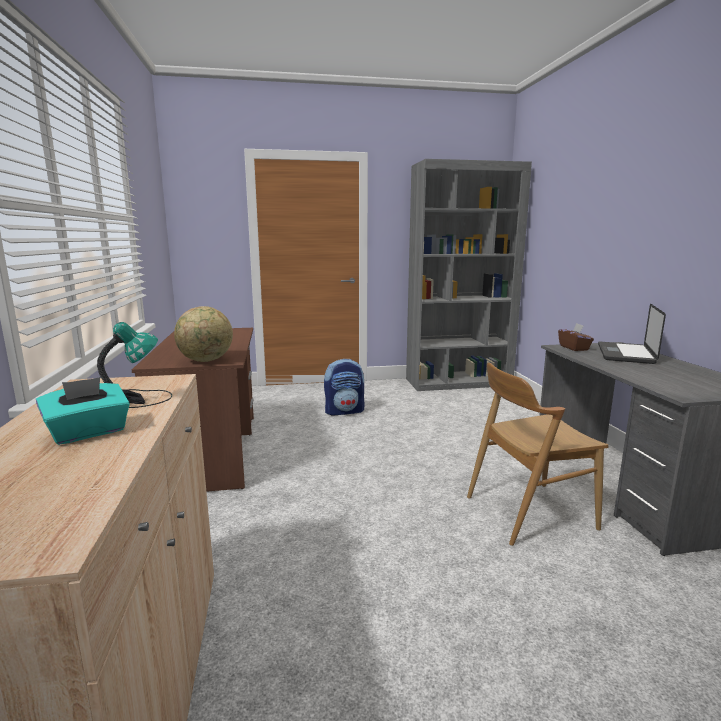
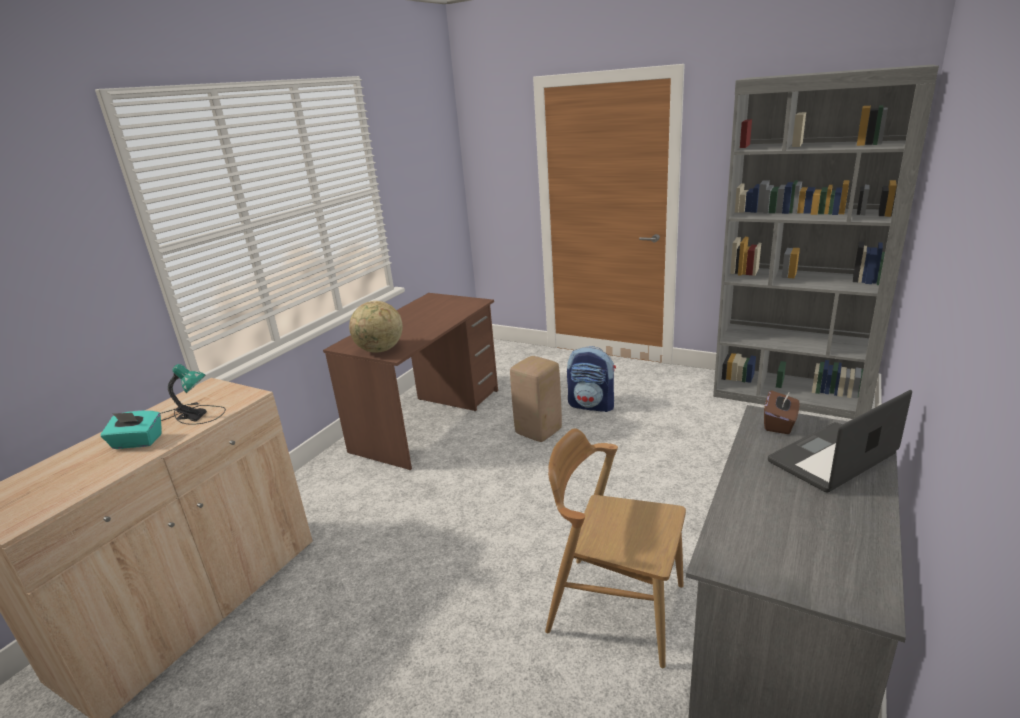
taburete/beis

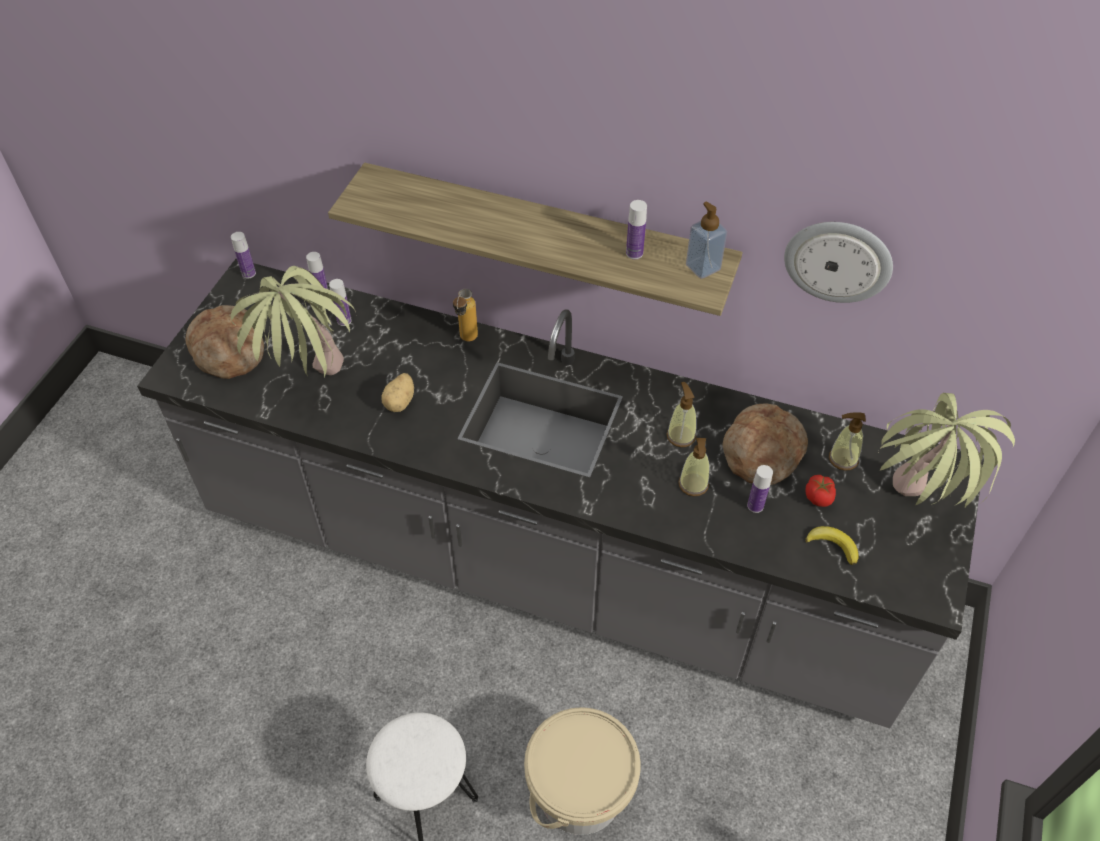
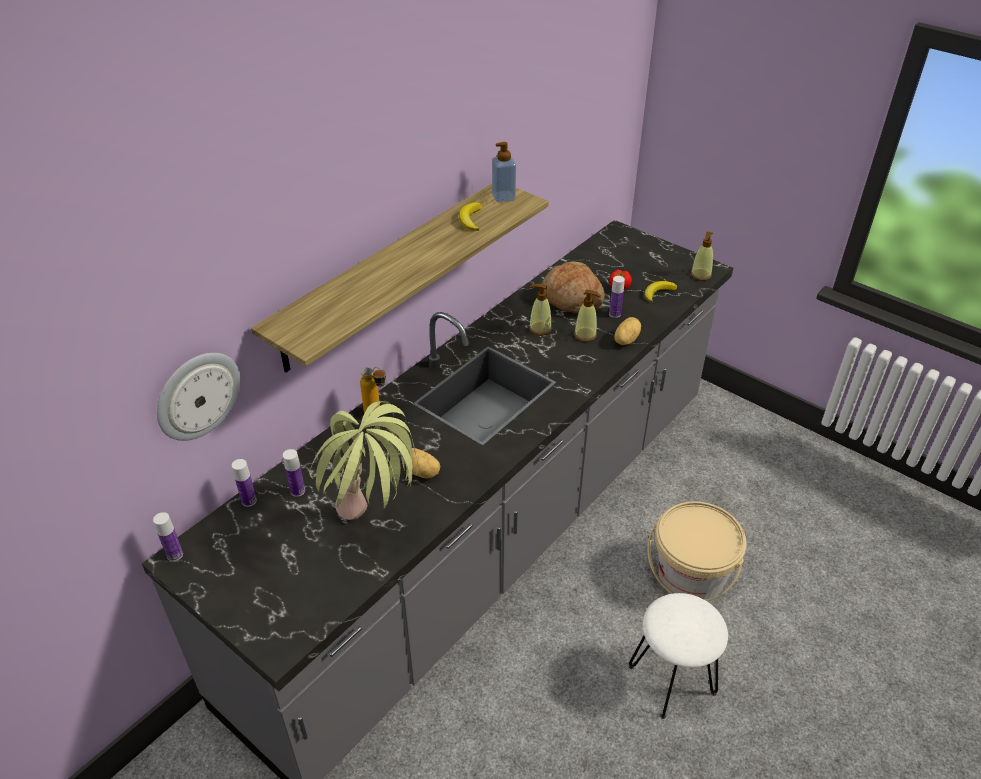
plátano (no. 1 from left); reloj de pared; pan (no. 1 from left in the first image); planta en maceta (no. 2 from left in the first image); dispensador de jabón (no. 4 from left); patata (no. 2 from left)

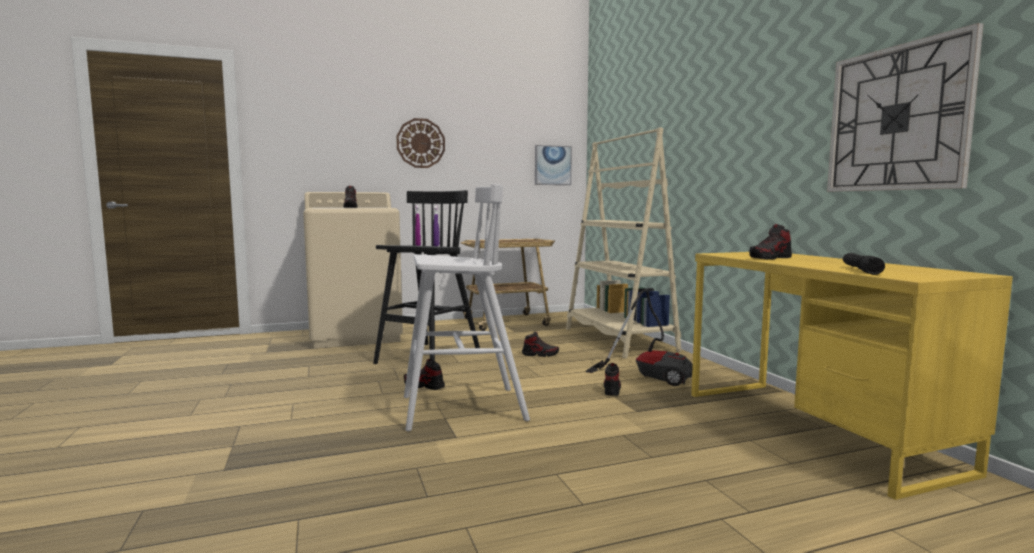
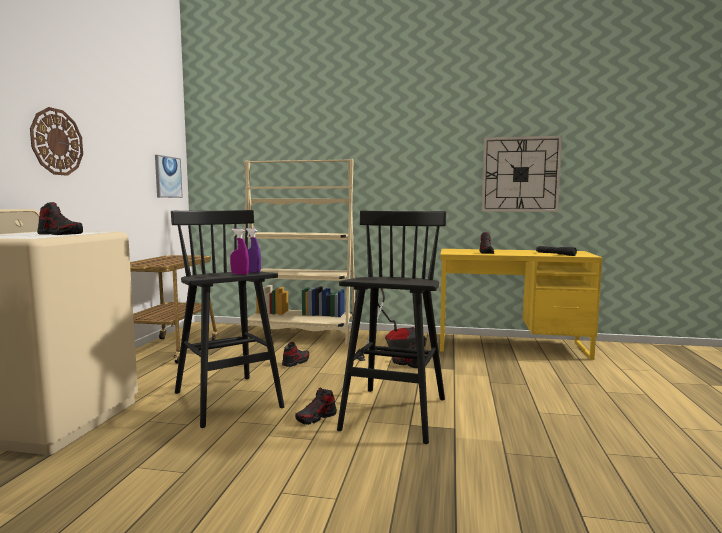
taburete/negro (no. 2 from left)

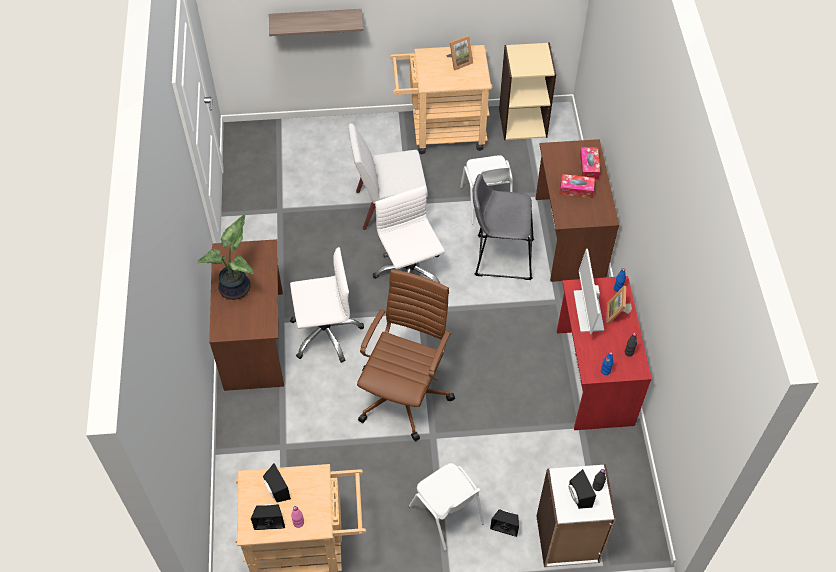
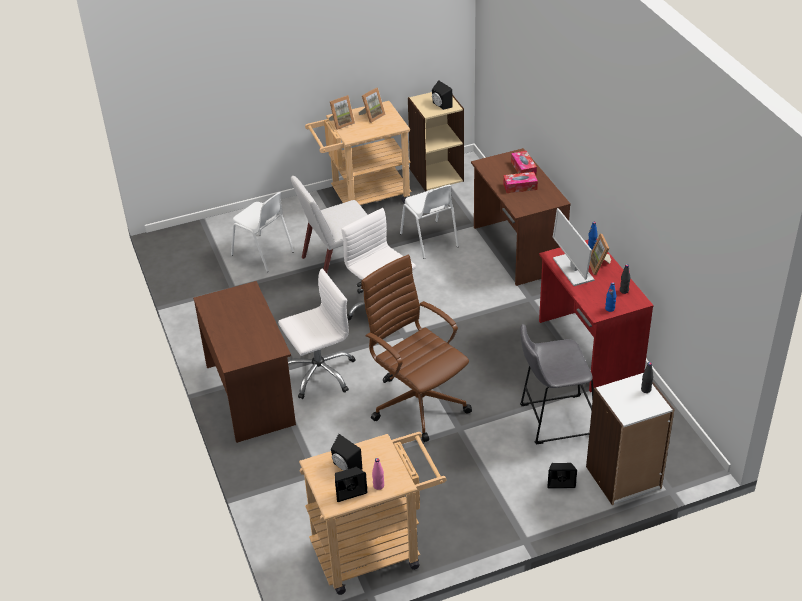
estante; taburete/gris; planta en maceta; silla de oficina/marrón; silla/blanco (no. 1 from left); altavoz/negro (no. 3 from left); portarretratos (no. 1 from left)

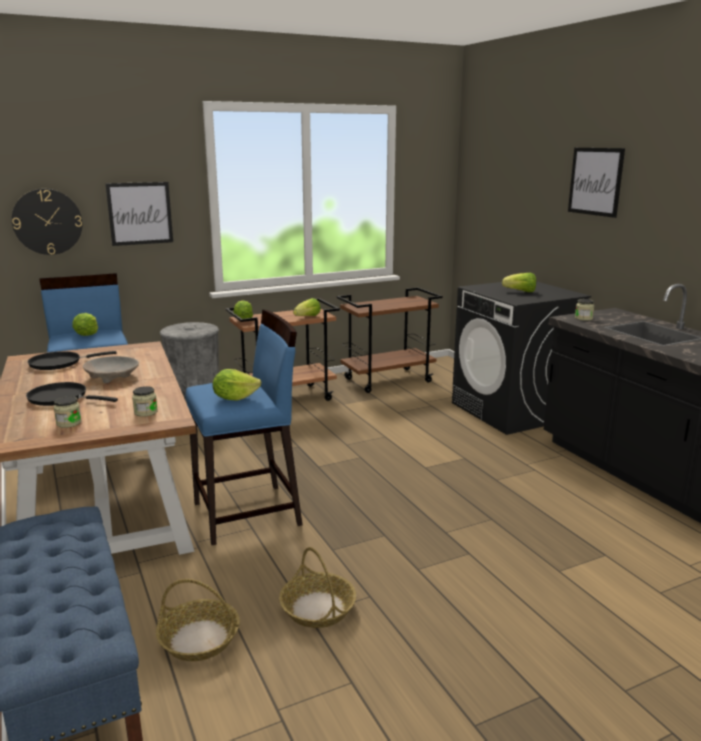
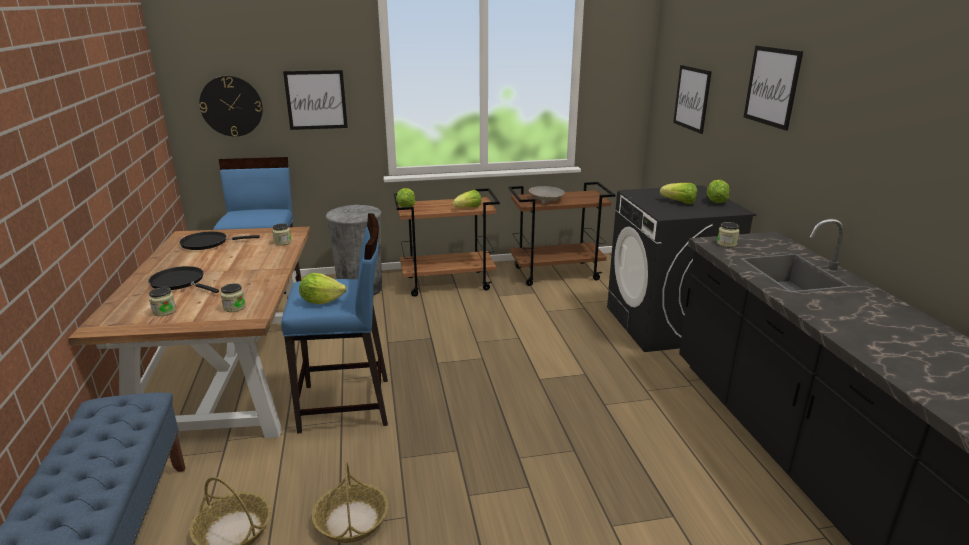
lechuga (no. 5 from left); cuenco/beis; cuadro (no. 2 from left); tarro (no. 3 from left)

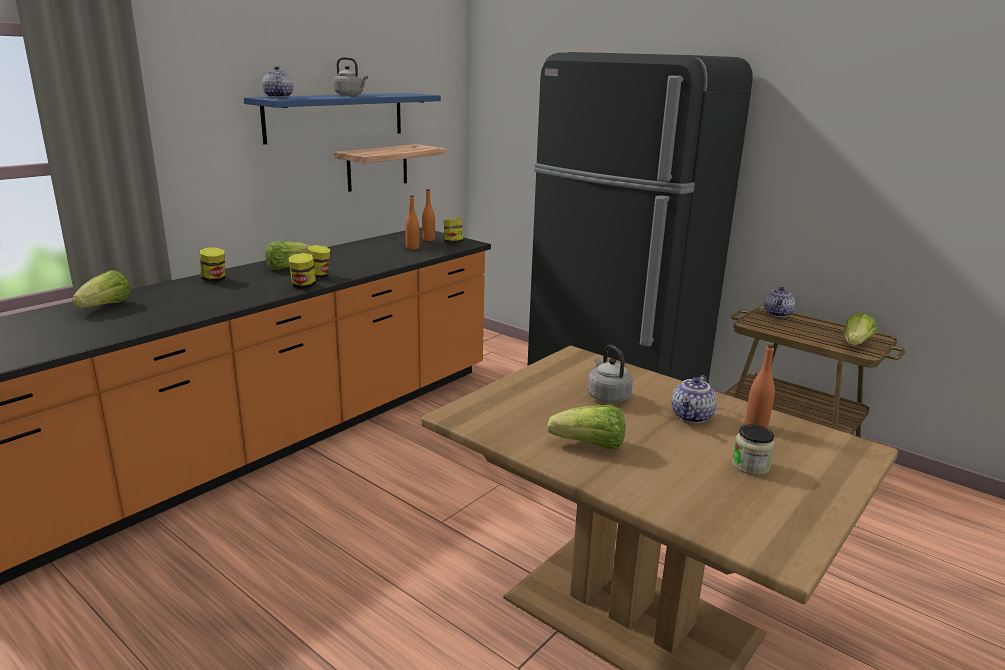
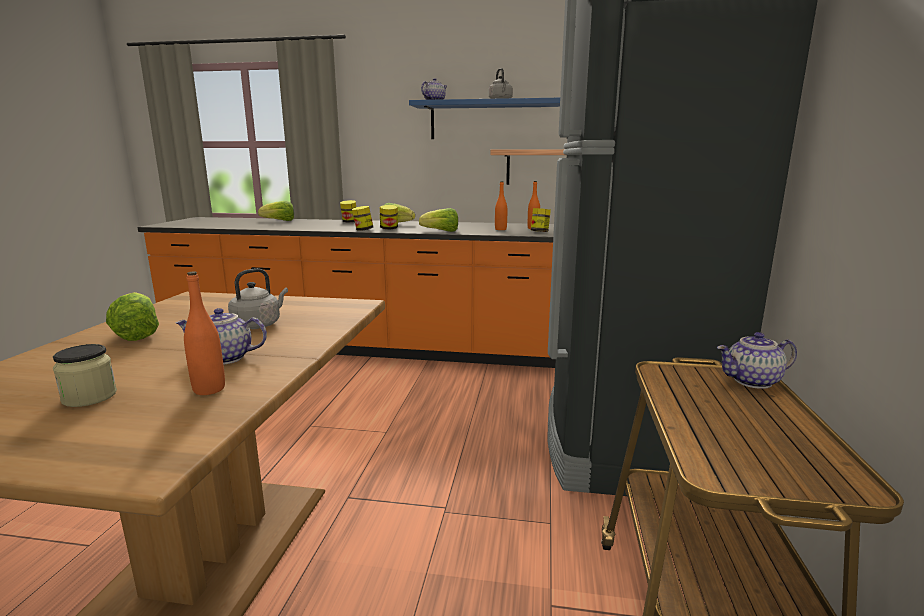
lechuga (no. 4 from left)

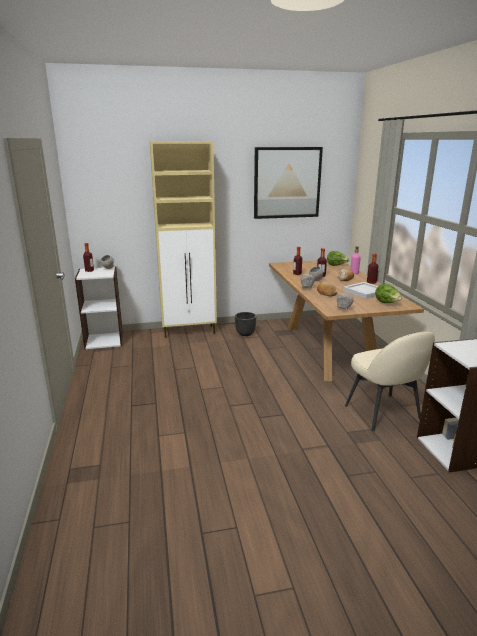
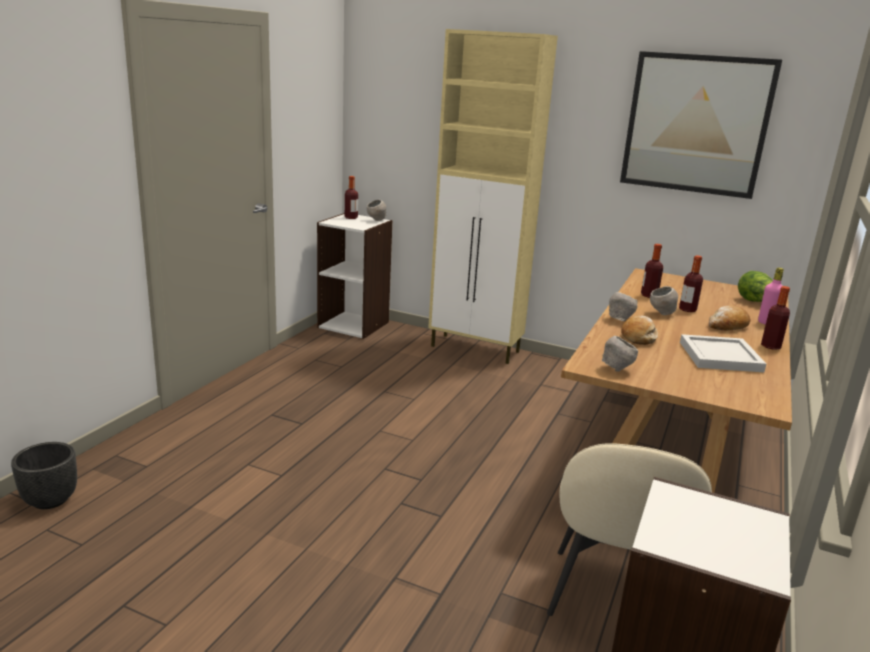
lechuga (no. 2 from left in the first image); maceta/negro

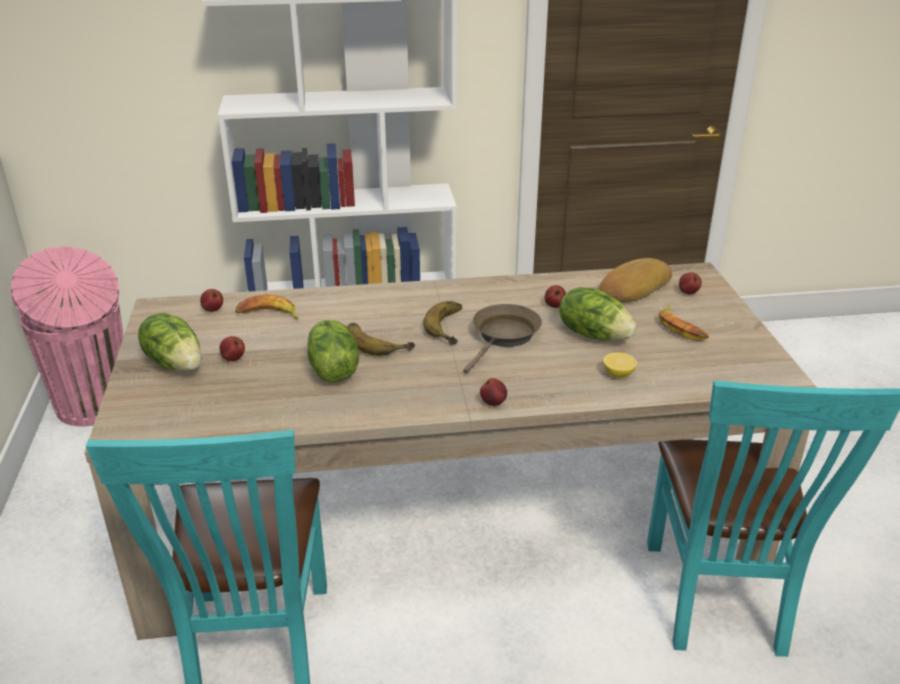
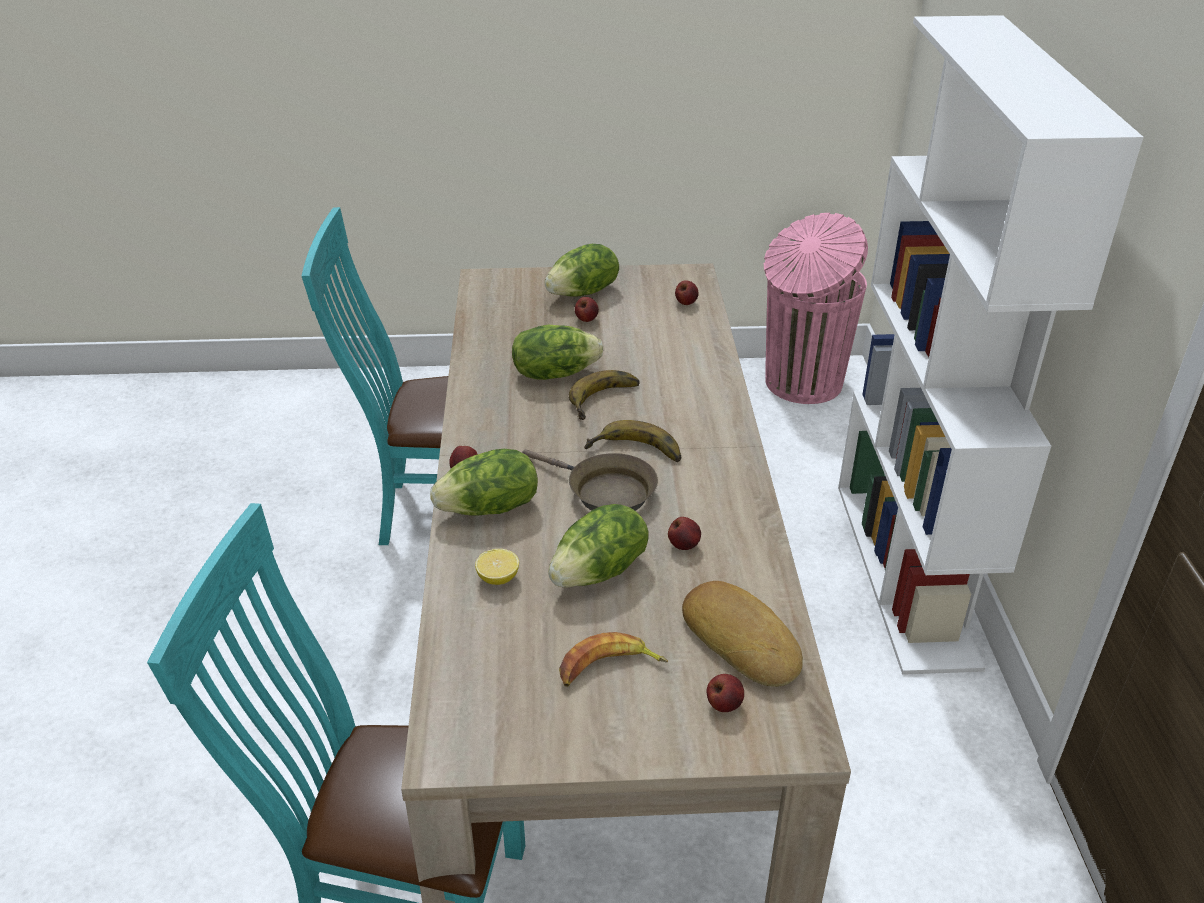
plátano (no. 1 from left in the first image); lechuga (no. 1 from left)

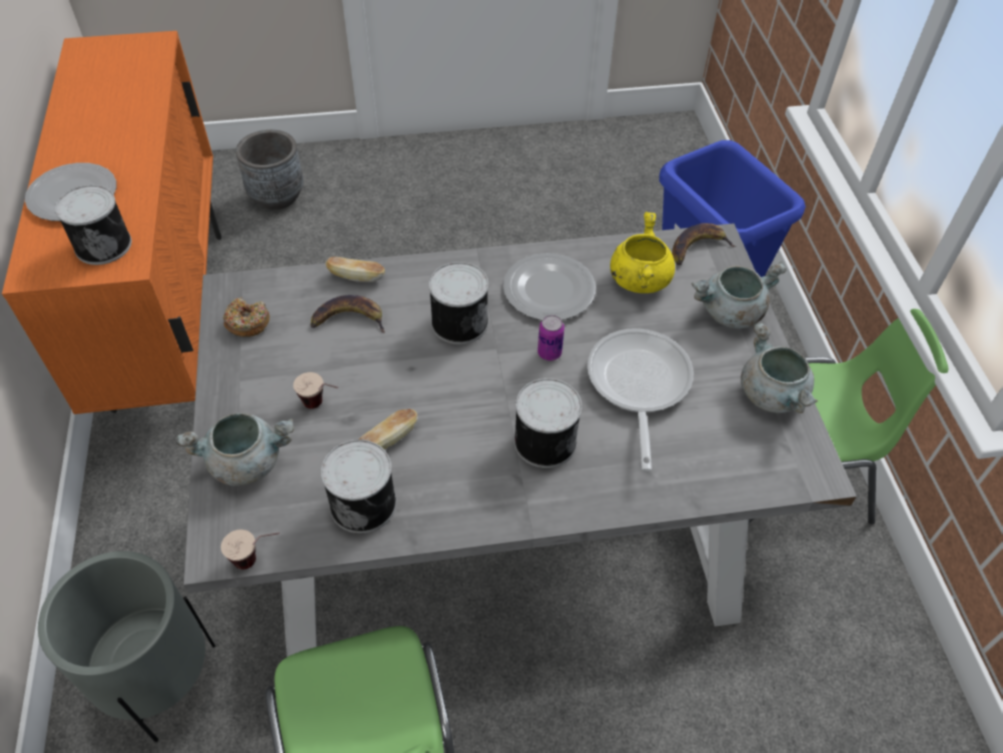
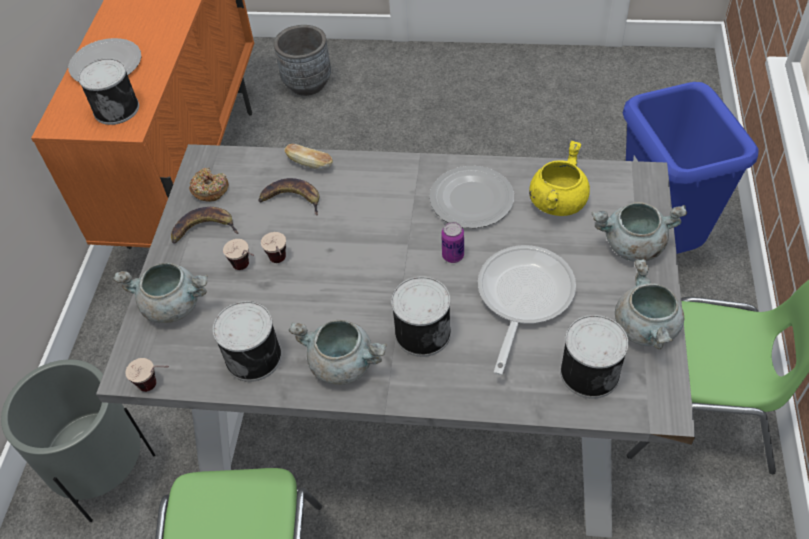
plátano (no. 1 from left); lata (no. 5 from left); pan (no. 2 from left in the first image); taza (no. 3 from left); olla/gris (no. 2 from left)

